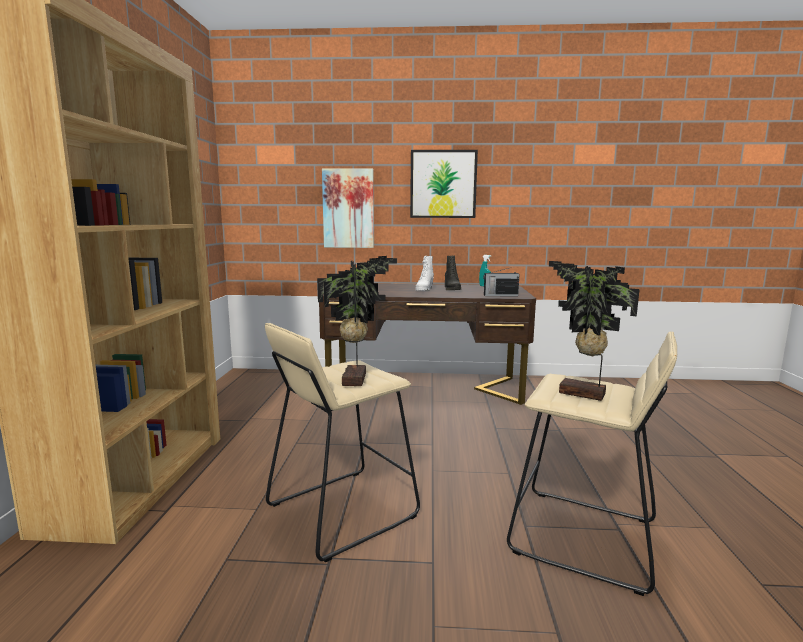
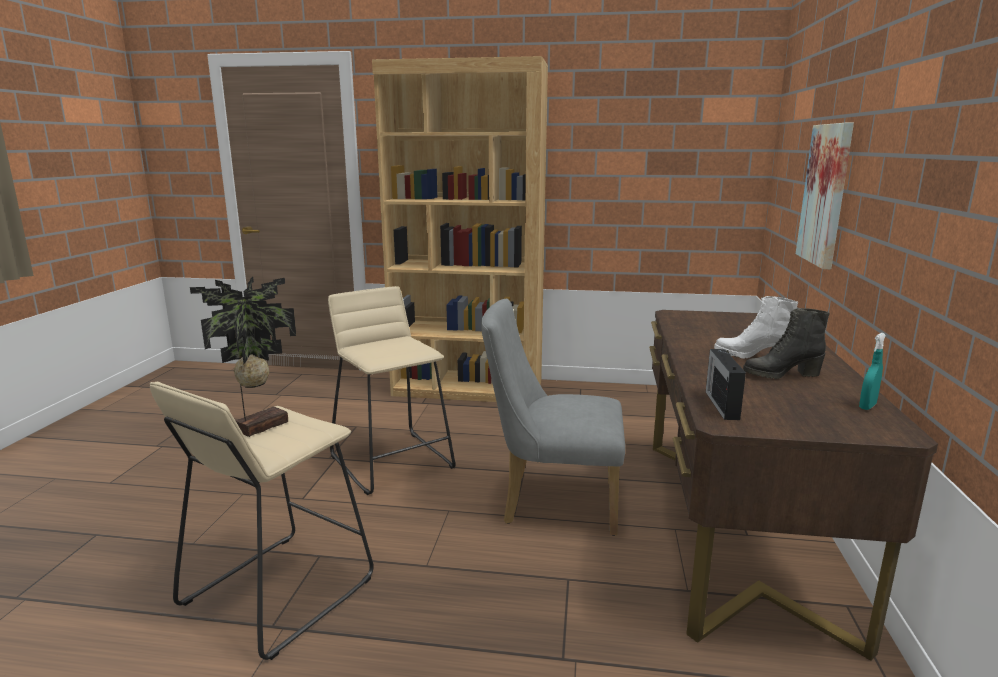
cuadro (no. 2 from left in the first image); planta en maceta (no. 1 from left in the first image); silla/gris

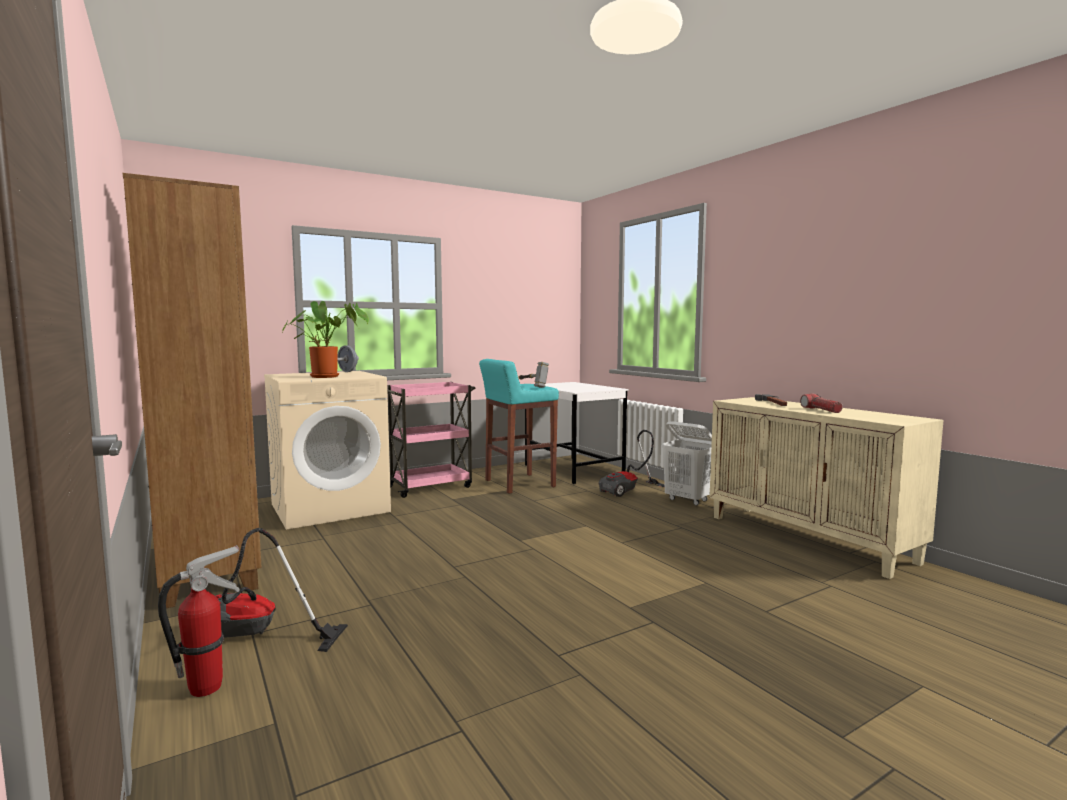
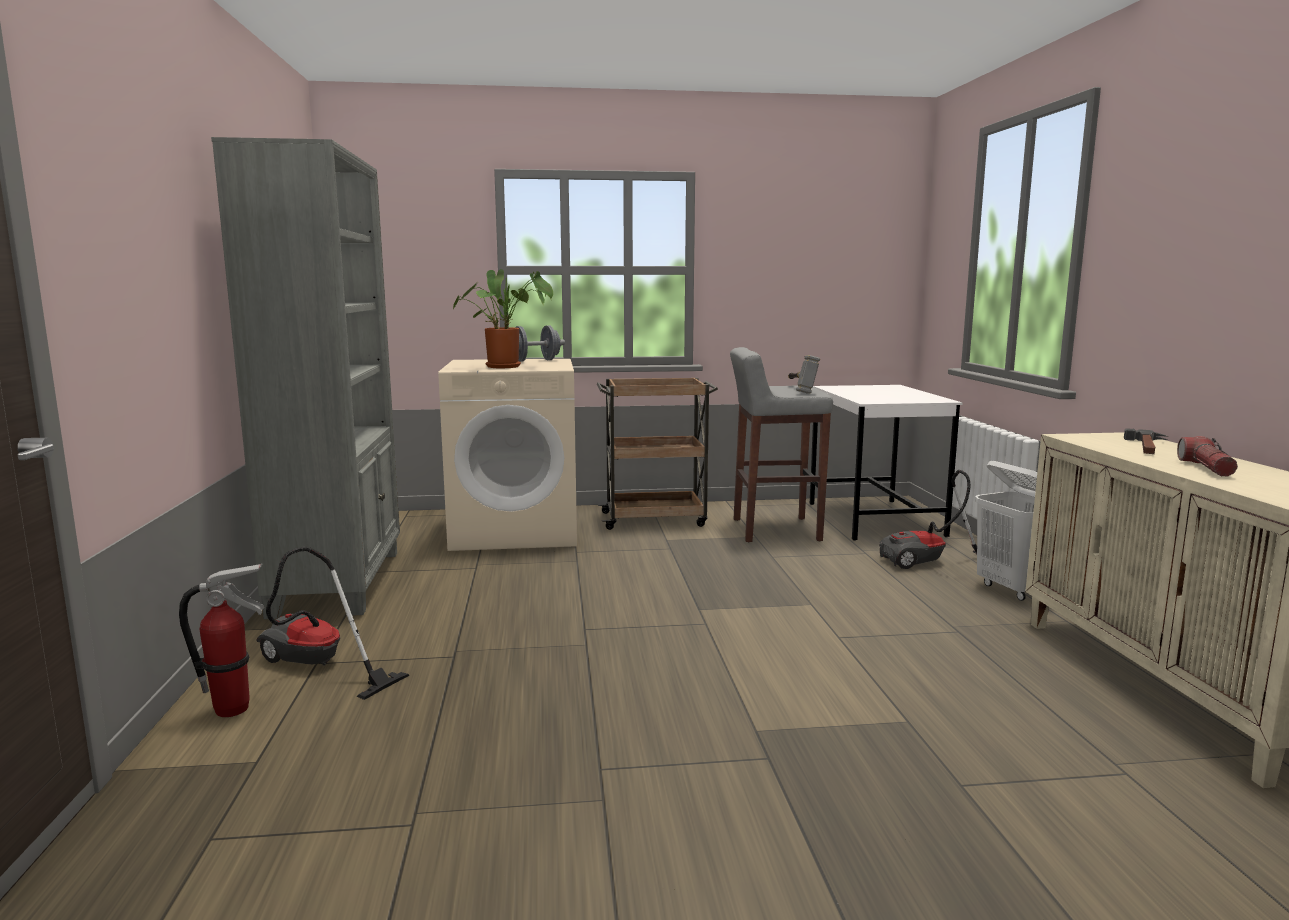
estantería/gris; taburete/gris; carrito/marrón

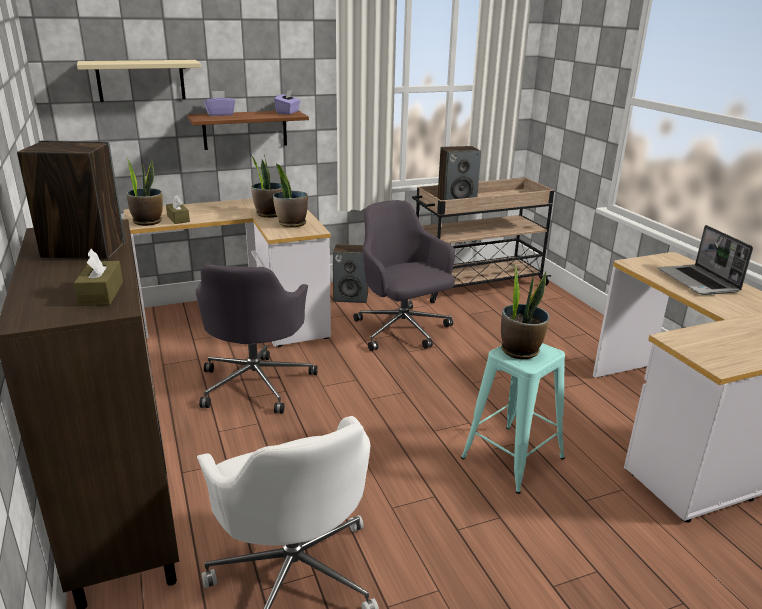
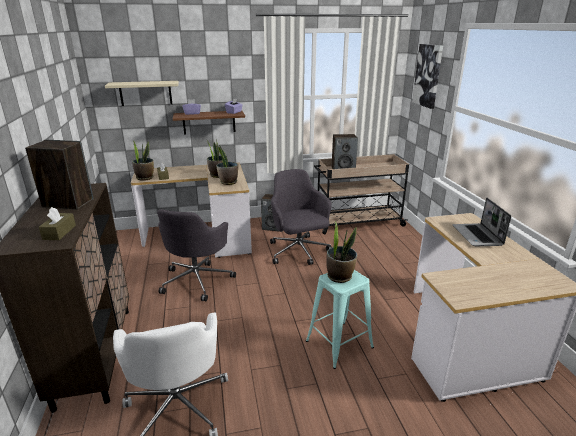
cuadro

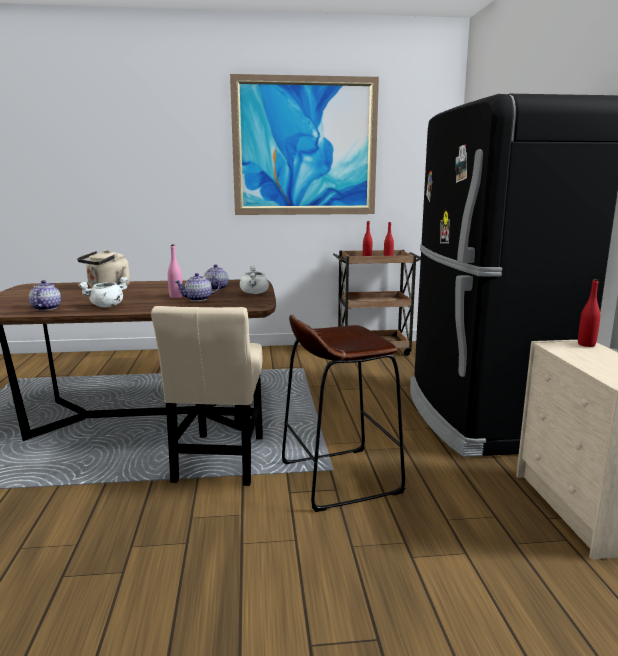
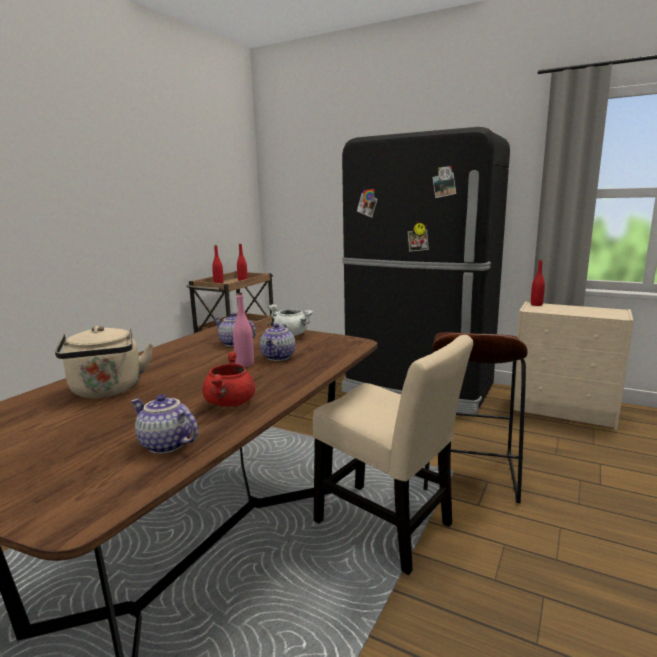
cuadro; olla/rojo

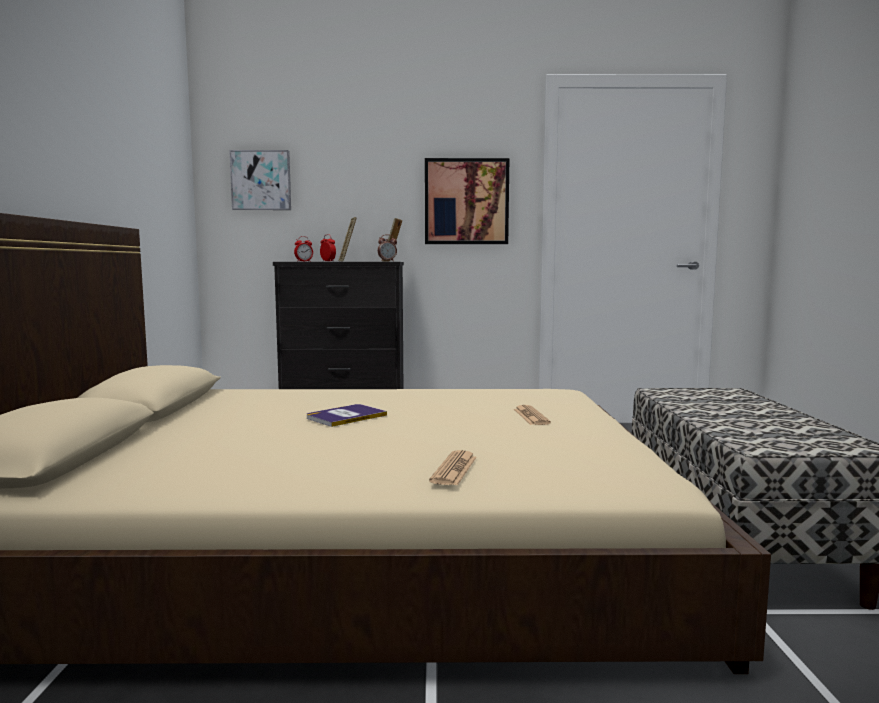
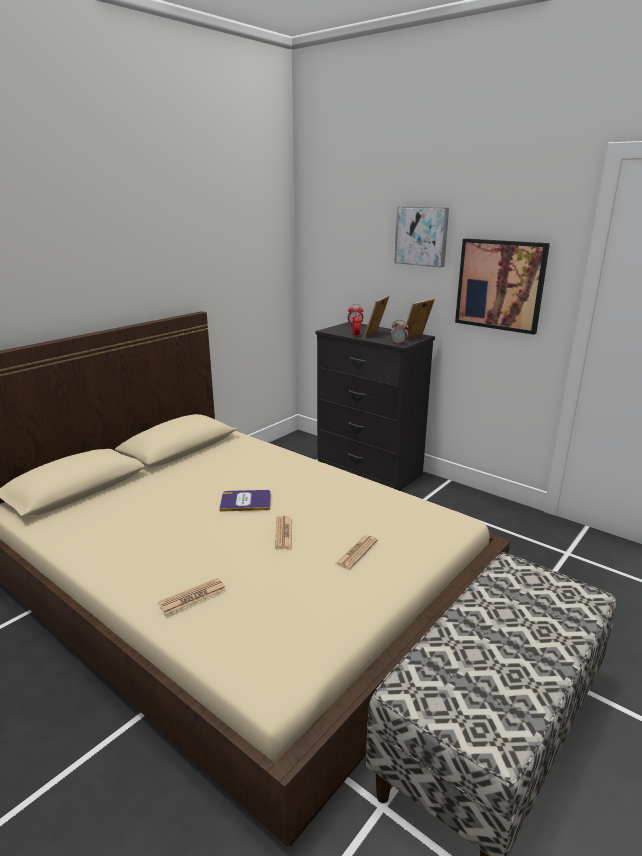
cuadro (no. 1 from left); periódico (no. 2 from left)

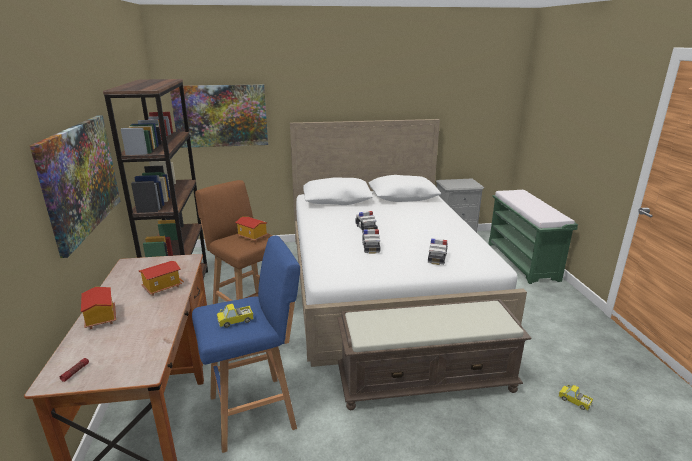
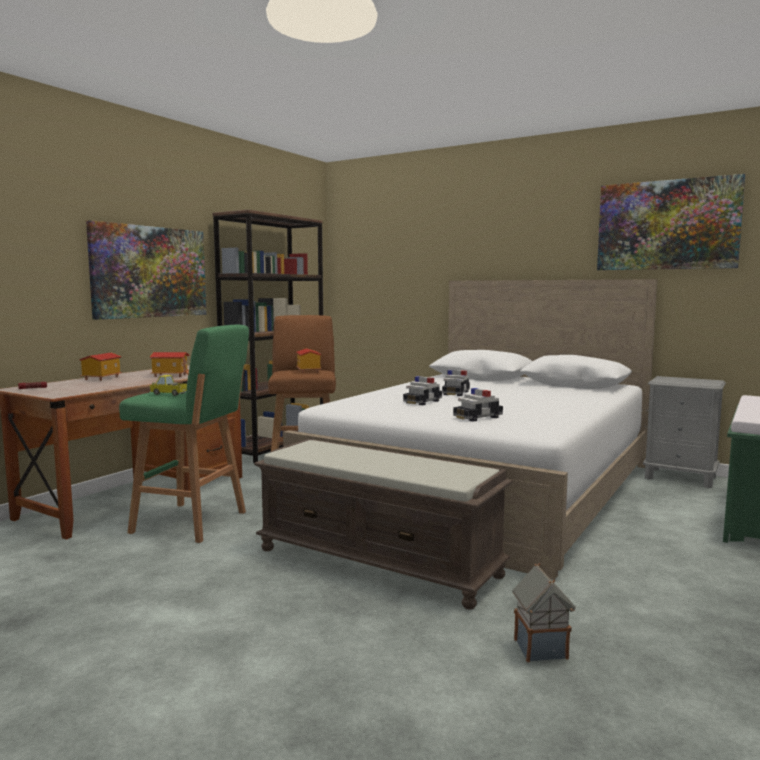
cuadro (no. 2 from left); taburete/verde; casita (no. 4 from left)

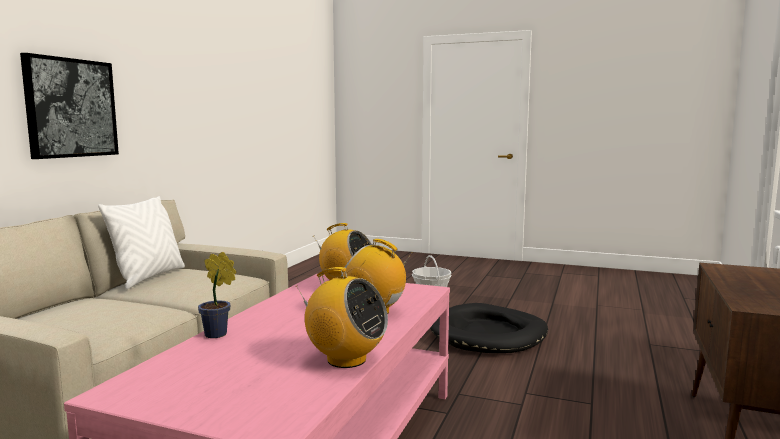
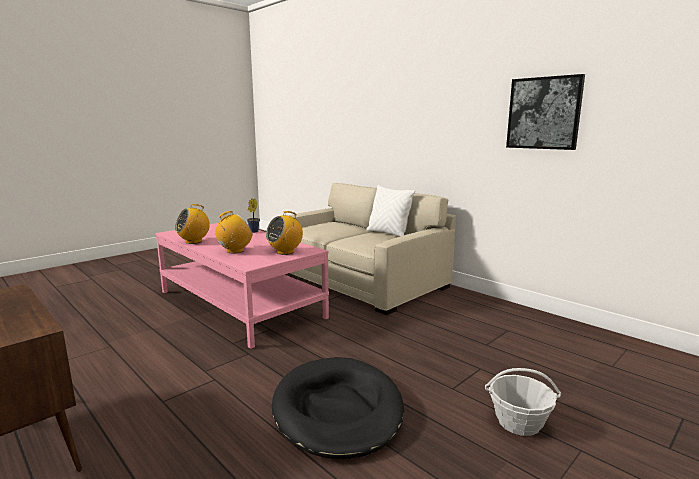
cuadro

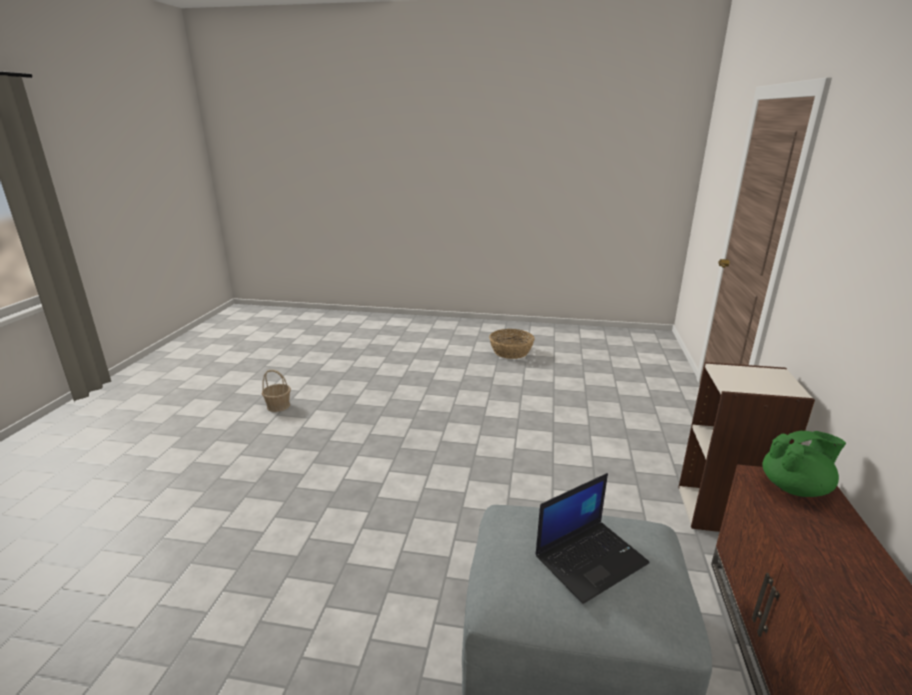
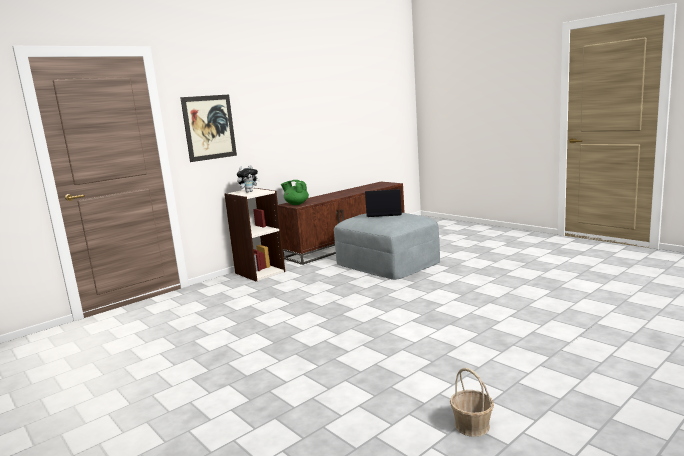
cesta (no. 2 from left in the first image); cuadro; peluche

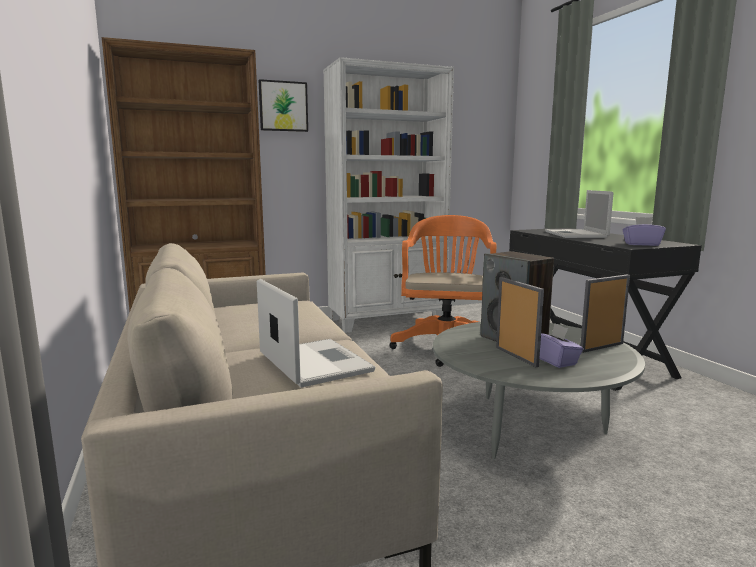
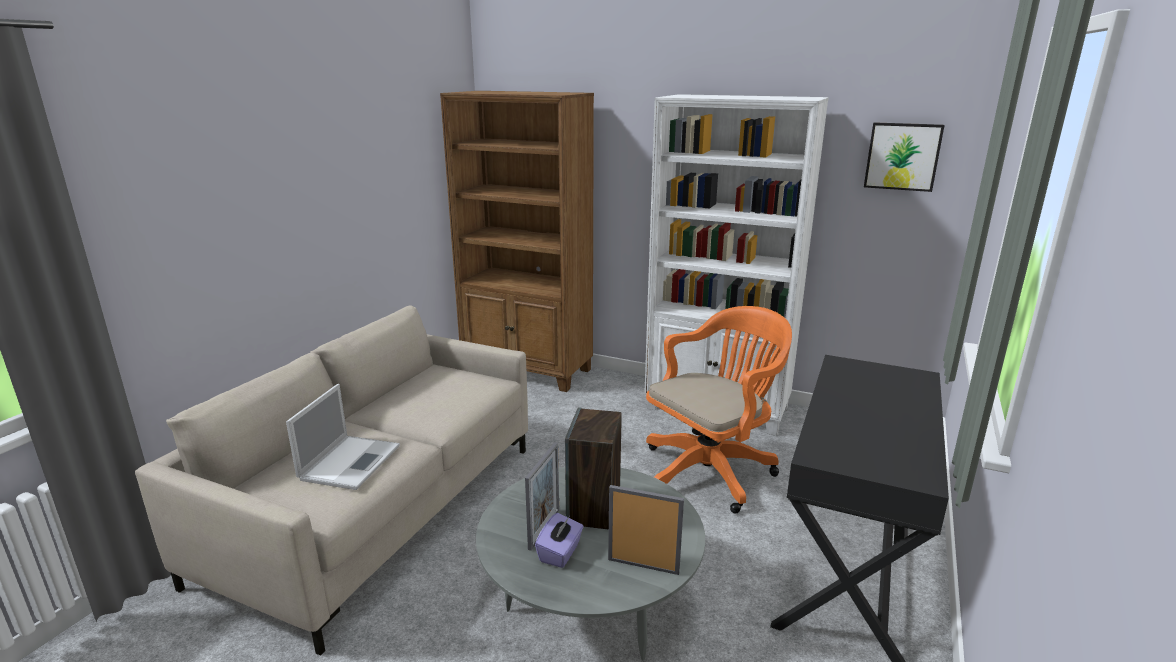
cuadro; portátil (no. 2 from left in the first image); caja de pañuelos/morado (no. 2 from left in the first image)

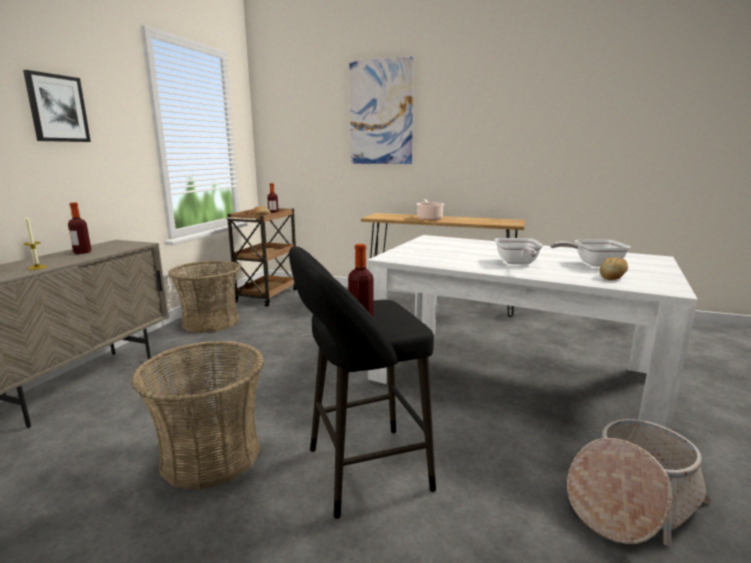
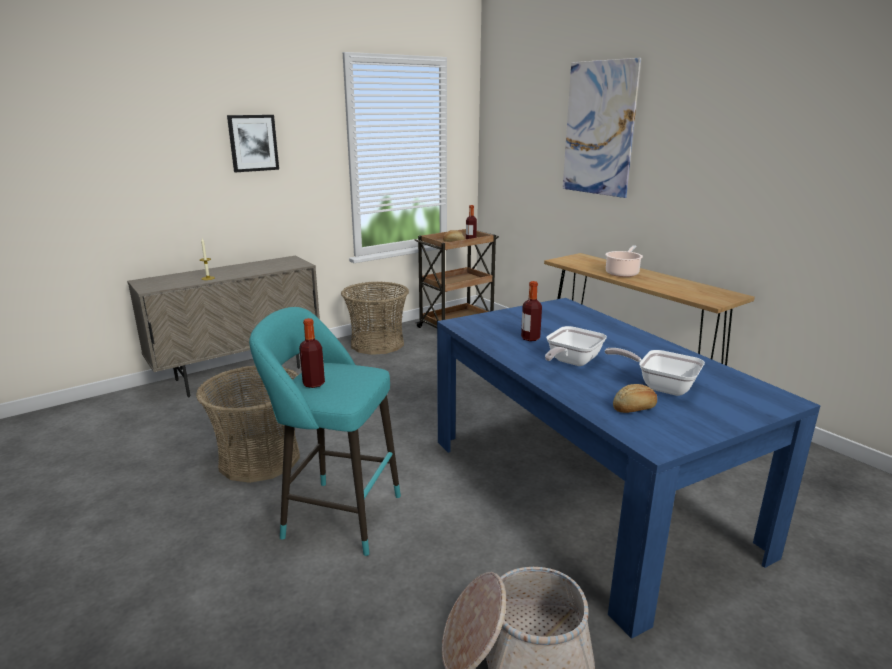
botella (no. 3 from left); mesa de comedor/azul; taburete/turquesa

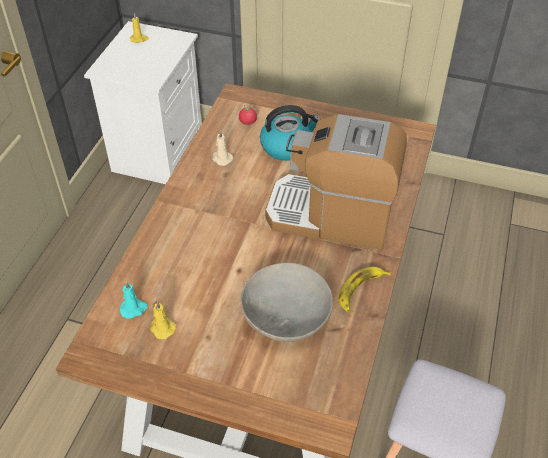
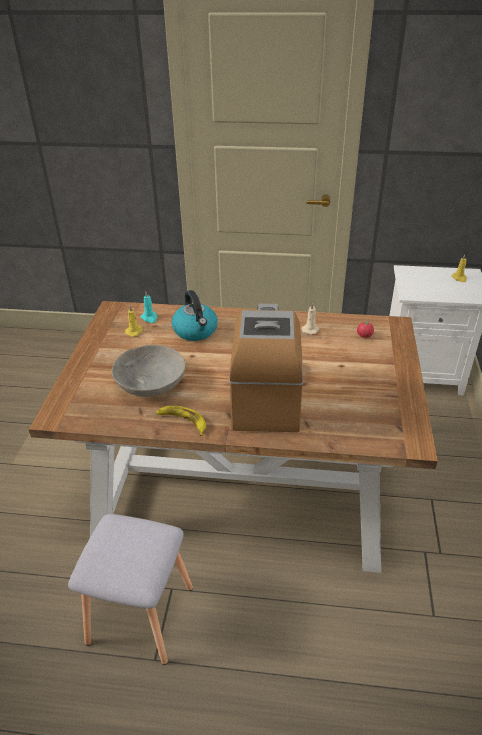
hervidor

